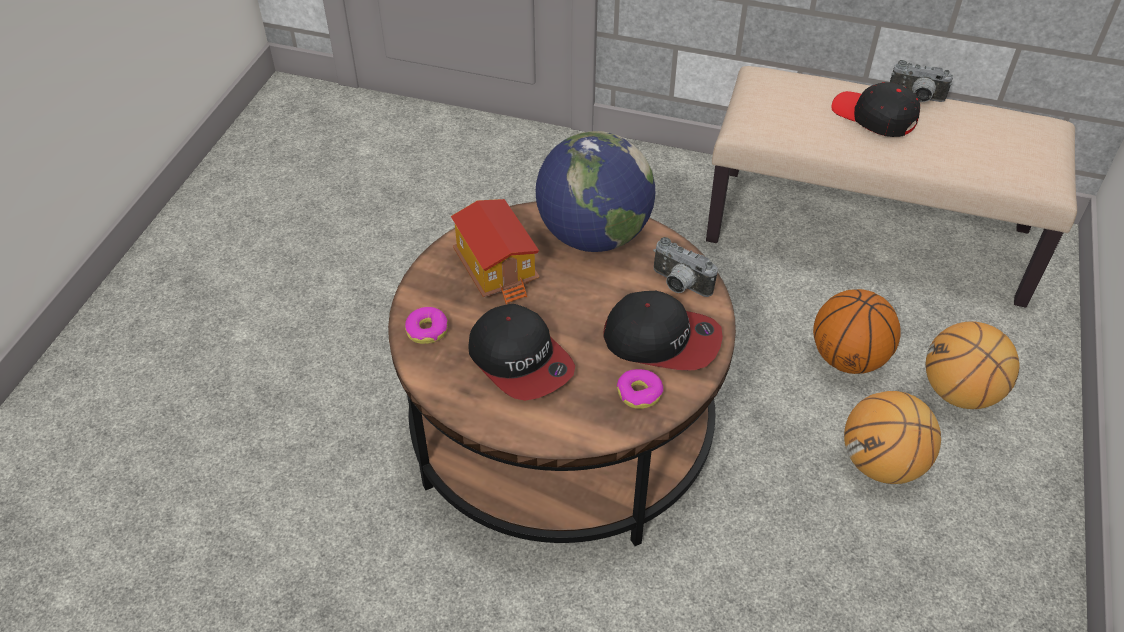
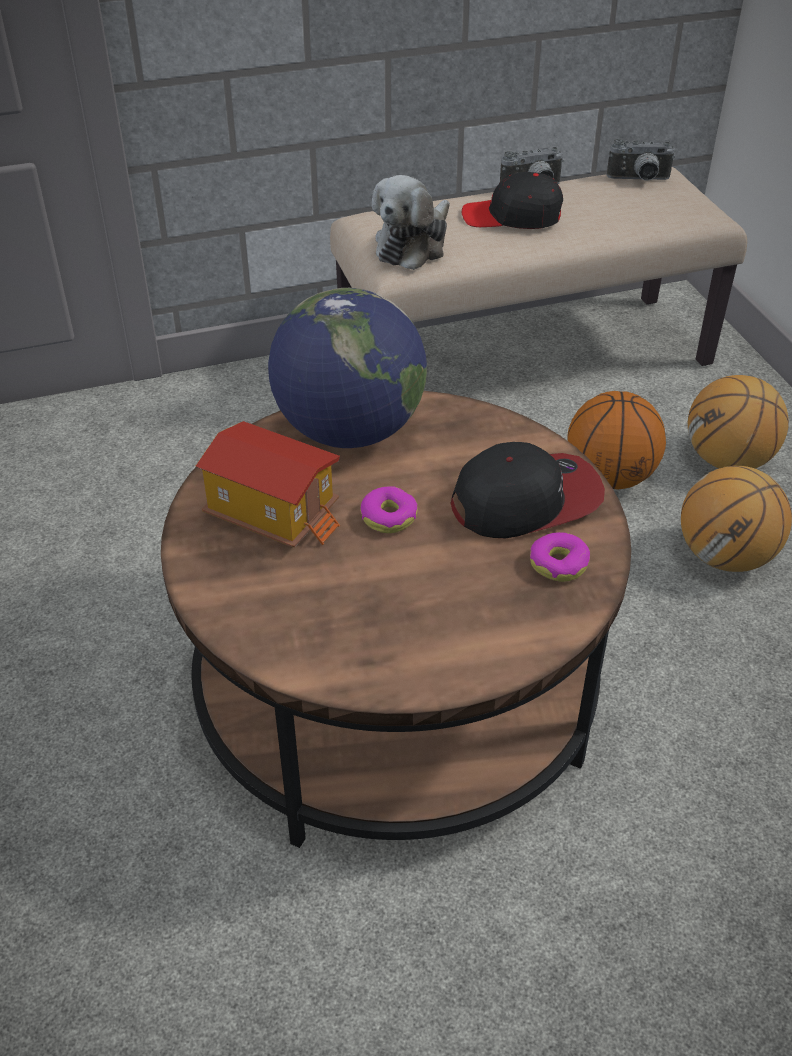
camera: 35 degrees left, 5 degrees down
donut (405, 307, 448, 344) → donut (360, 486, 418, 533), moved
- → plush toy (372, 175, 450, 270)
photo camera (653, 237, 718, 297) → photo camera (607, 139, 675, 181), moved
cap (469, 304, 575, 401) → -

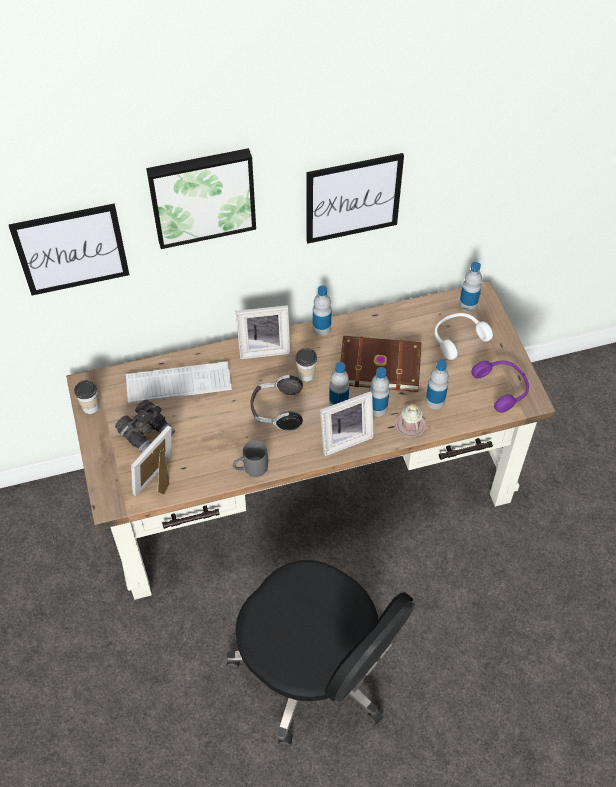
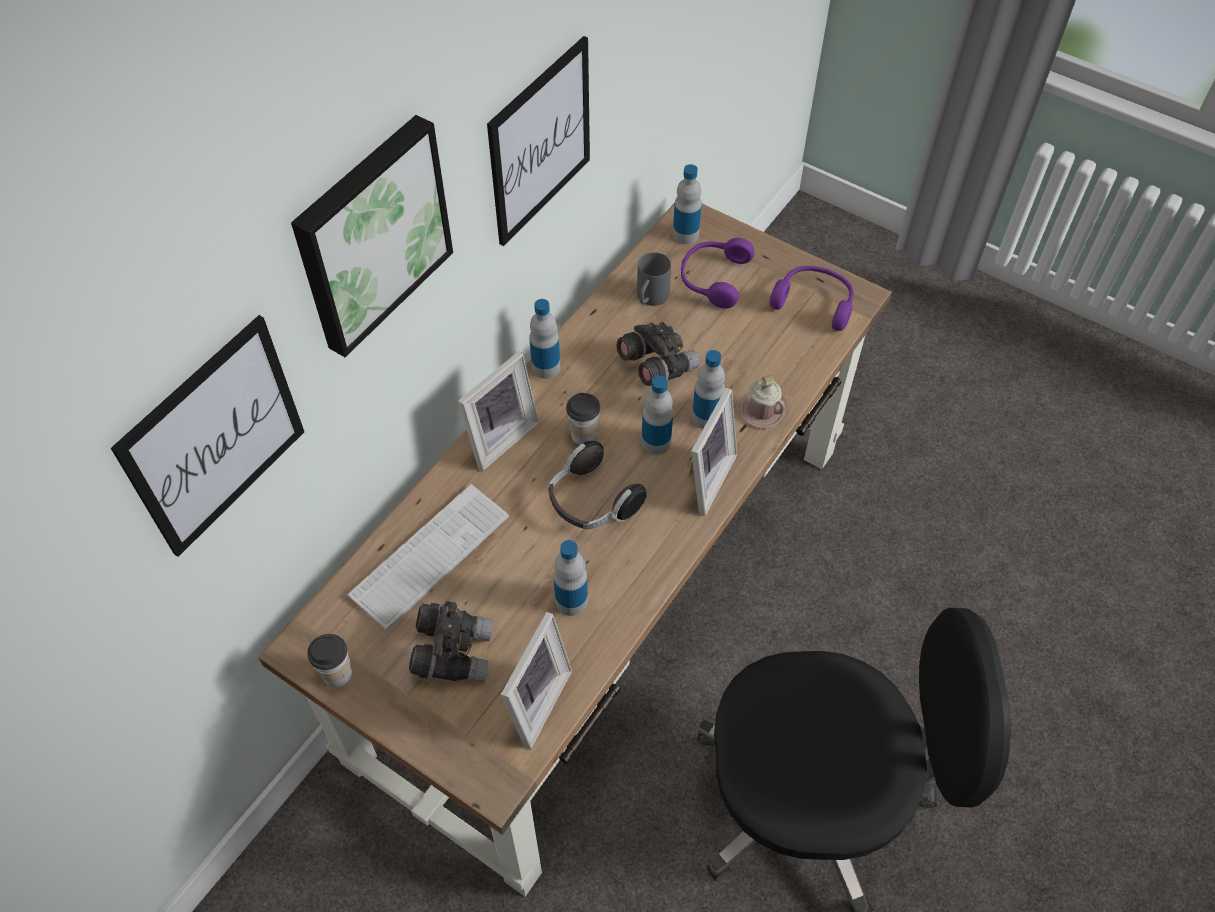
camera: 40 degrees left, 0 degrees up
picture frame (131, 425, 171, 497) → picture frame (501, 612, 572, 749), 150 degrees counterclockwise
bottle (426, 360, 449, 409) → bottle (554, 540, 588, 616), moved
brown book (340, 335, 422, 392) → grey binoculars (616, 322, 700, 386)
grey mug (233, 440, 268, 477) → grey mug (637, 252, 671, 306), moved
white headphones (435, 313, 493, 360) → purple headphones (681, 238, 754, 309)

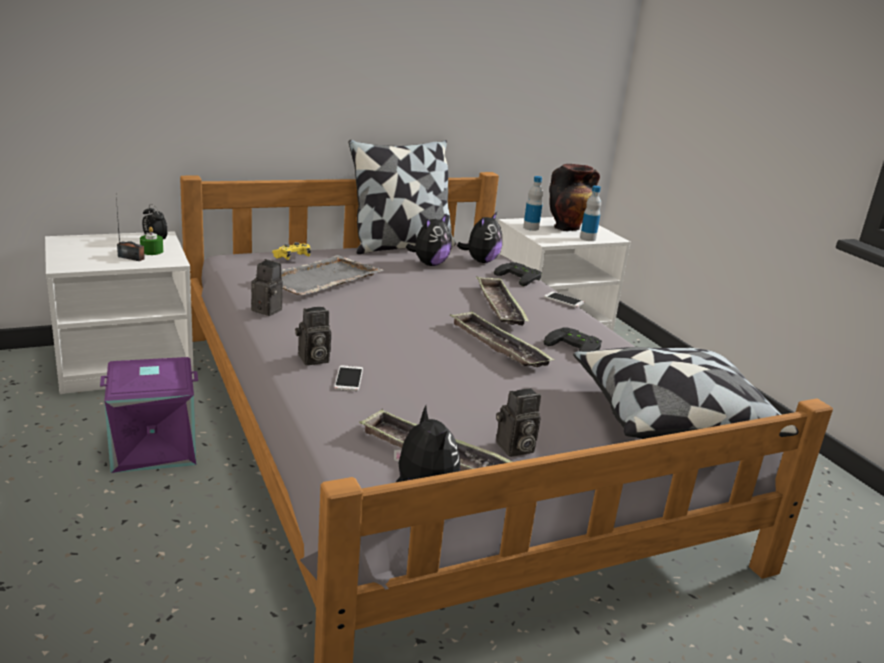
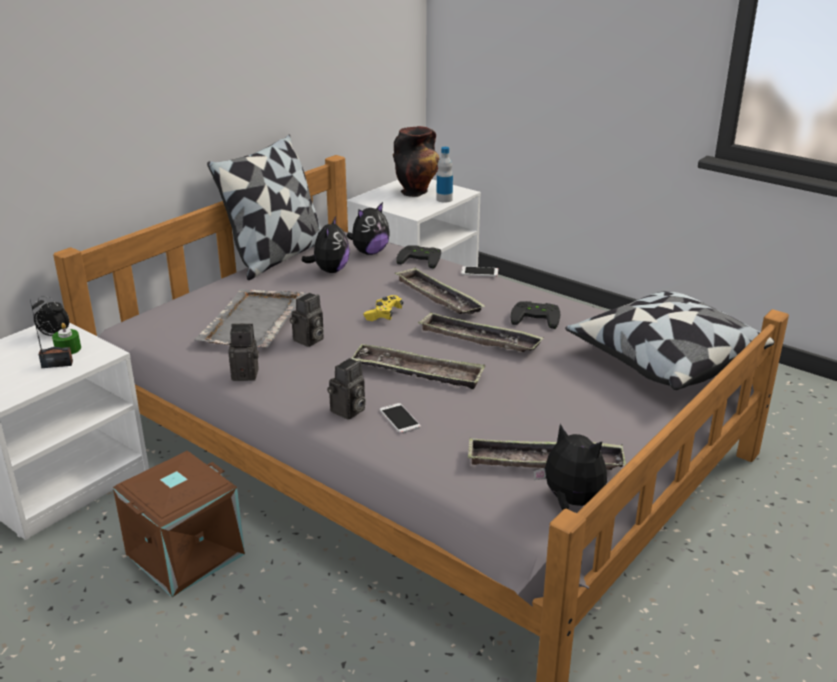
camera: 25 degrees left, 5 degrees up
purple storage box (100, 357, 198, 473) → brown storage box (113, 451, 245, 597)
photo camera (496, 388, 541, 457) → photo camera (290, 293, 324, 347), moved
plush toy (457, 212, 502, 263) → plush toy (346, 202, 390, 255), 45 degrees clockwise
- → tray (351, 343, 485, 389)
yellow game controller (272, 242, 311, 260) → yellow game controller (363, 295, 403, 321), moved
bottle (523, 176, 543, 231) → -

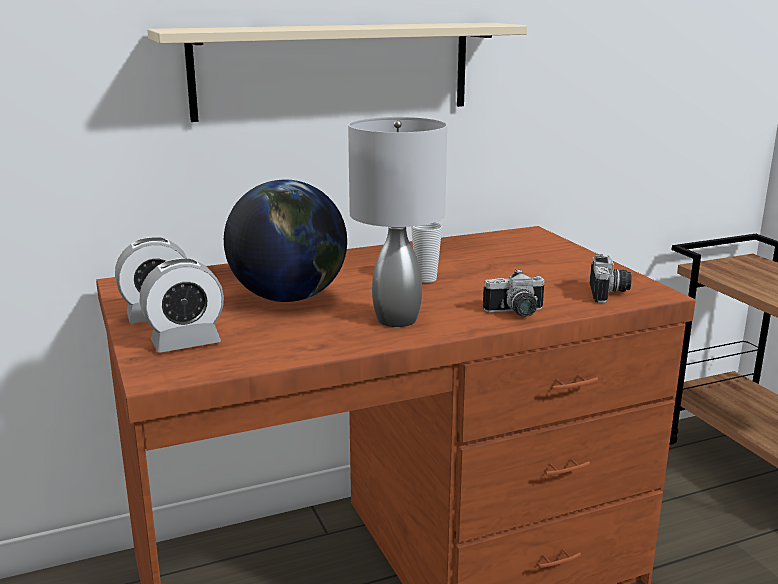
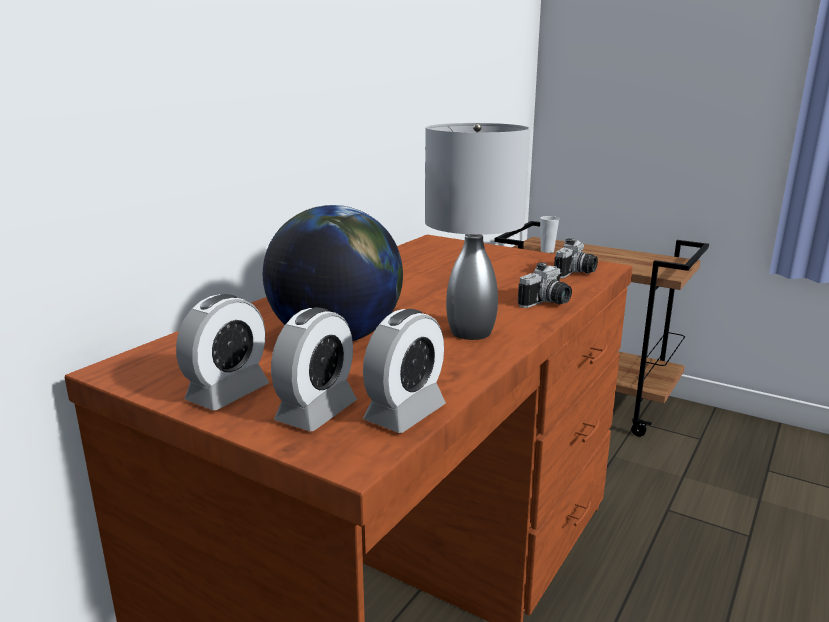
camera: 35 degrees left, 0 degrees up
- → alarm clock (363, 309, 446, 433)
cup (411, 222, 442, 283) → cup (540, 216, 559, 253), moved
photo camera (590, 254, 632, 303) → photo camera (554, 238, 598, 278), 60 degrees clockwise
beige shelf (147, 23, 527, 122) → -

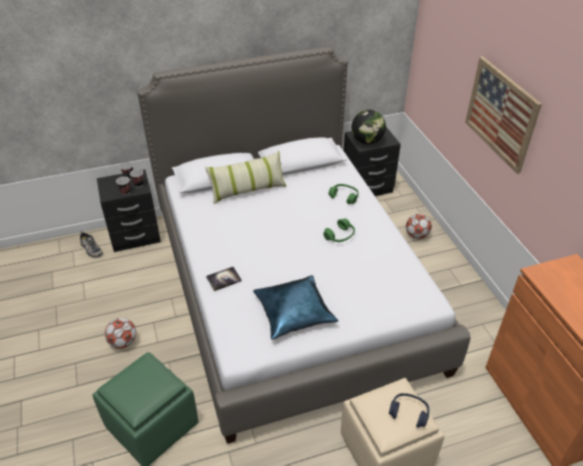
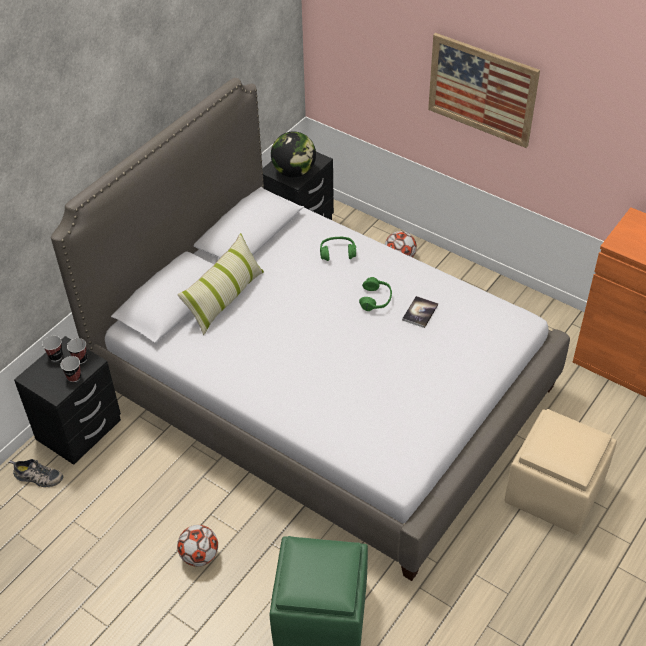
camera: 35 degrees left, 5 degrees up
book (206, 267, 242, 291) → book (402, 296, 438, 328), moved
blue pillow (253, 275, 338, 340) → -
blue headphones (389, 393, 429, 427) → -

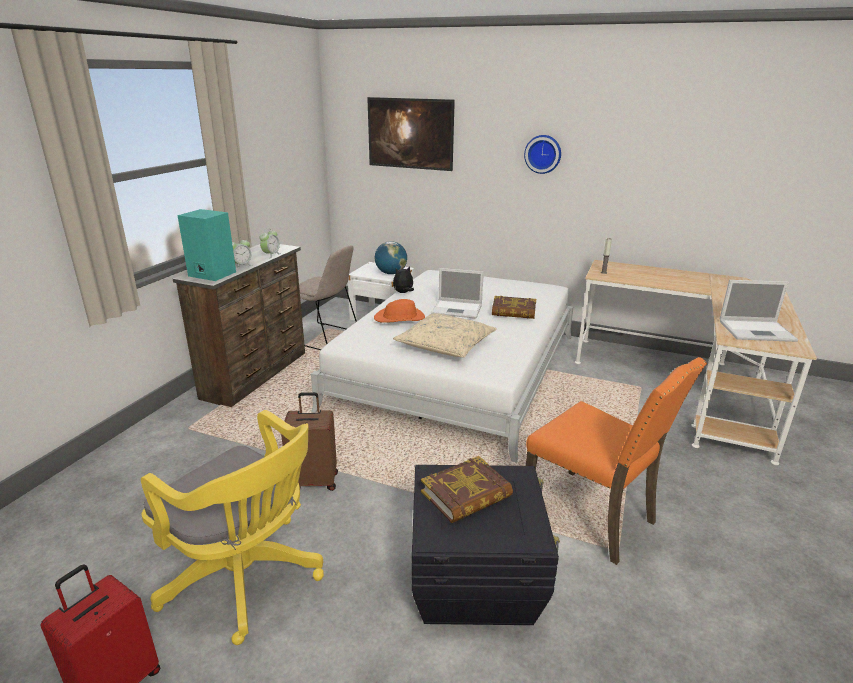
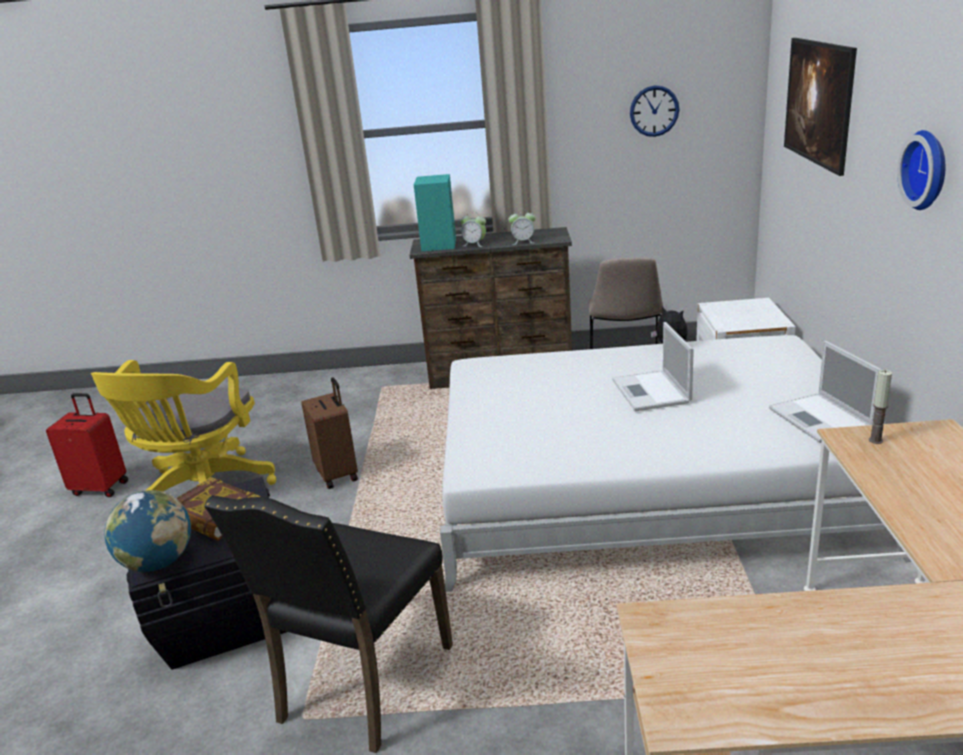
camera: 70 degrees right, 0 degrees up
globe (375, 241, 407, 274) → globe (104, 490, 191, 572), moved
orange chair (526, 357, 707, 565) → black chair (204, 495, 453, 753)
- → wall clock (630, 85, 679, 137)
laptop (720, 280, 798, 342) → laptop (769, 341, 882, 443), moved
orange hat (374, 299, 425, 323) → -
beige pillow (393, 313, 497, 358) → -
book (492, 296, 536, 319) → -

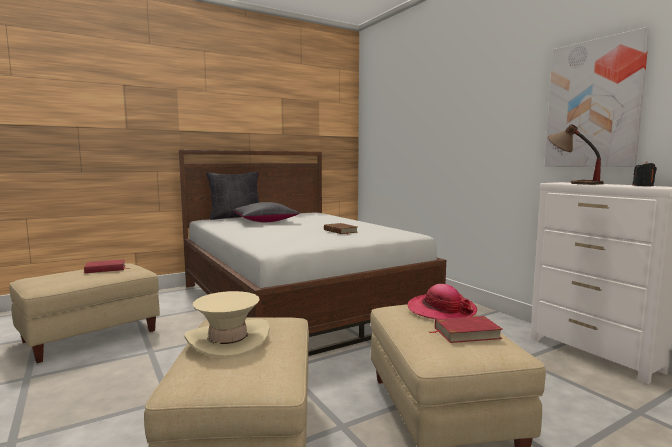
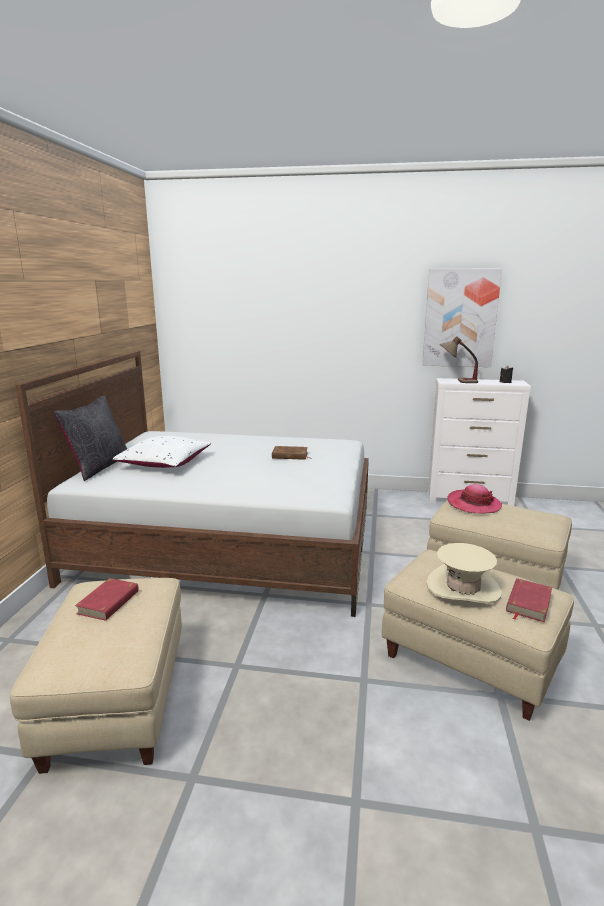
camera: 50 degrees left, 10 degrees up
black pillow (233, 202, 300, 222) → white pillow (113, 436, 211, 468)
red book (430, 316, 503, 343) → red book (506, 578, 552, 623), moved

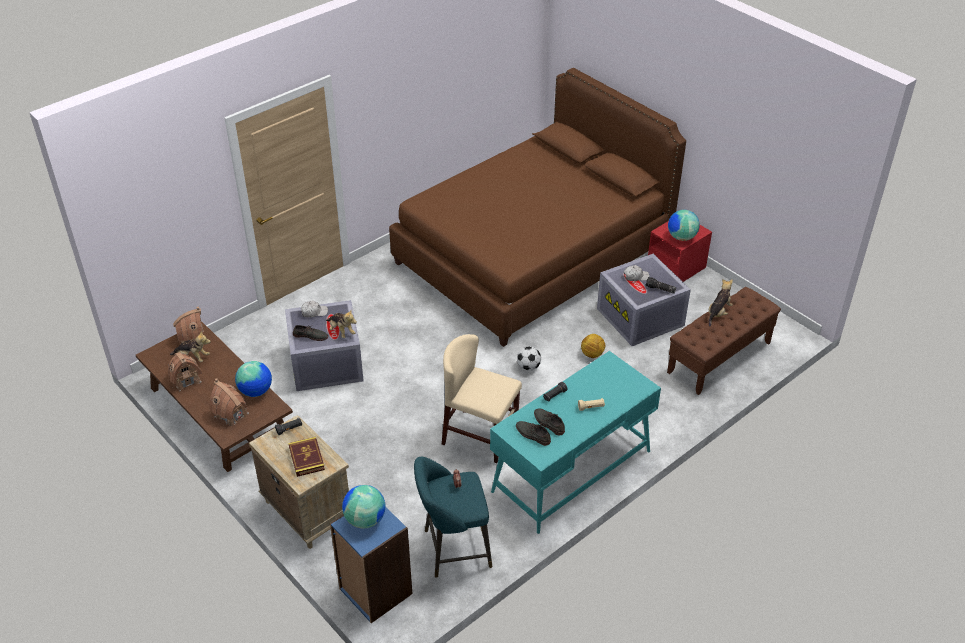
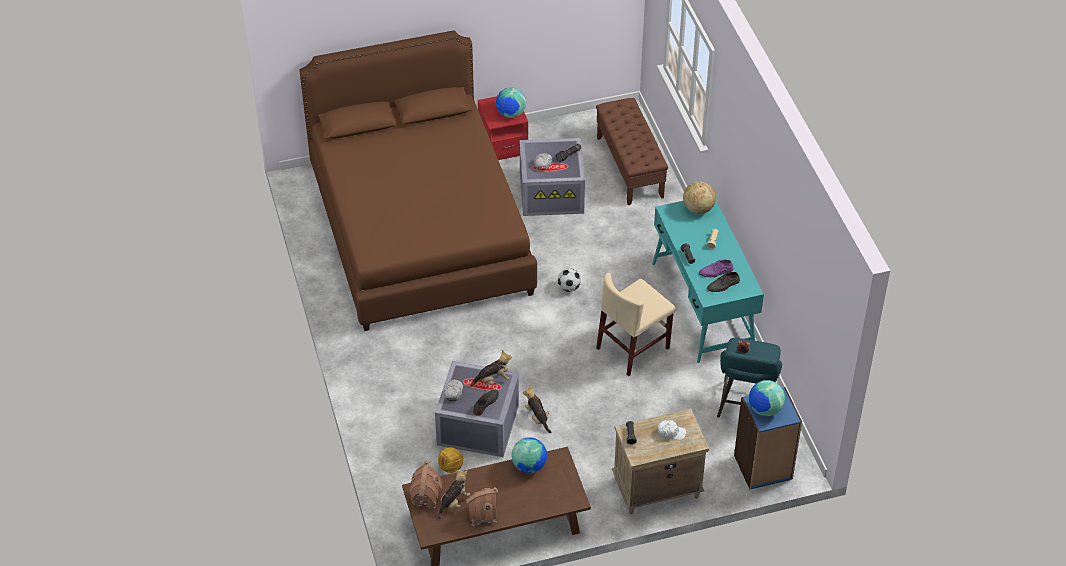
camera: 65 degrees left, 5 degrees up
football (581, 334, 605, 358) → football (438, 447, 463, 473), moved
plush toy (709, 279, 733, 326) → plush toy (523, 385, 552, 433), moved
book (288, 437, 325, 477) → white cap (658, 420, 686, 440)
- → globe (683, 181, 716, 214)
grey shoe (534, 408, 565, 435) → purple shoe (699, 259, 734, 277)
toy house (210, 378, 249, 426) → -

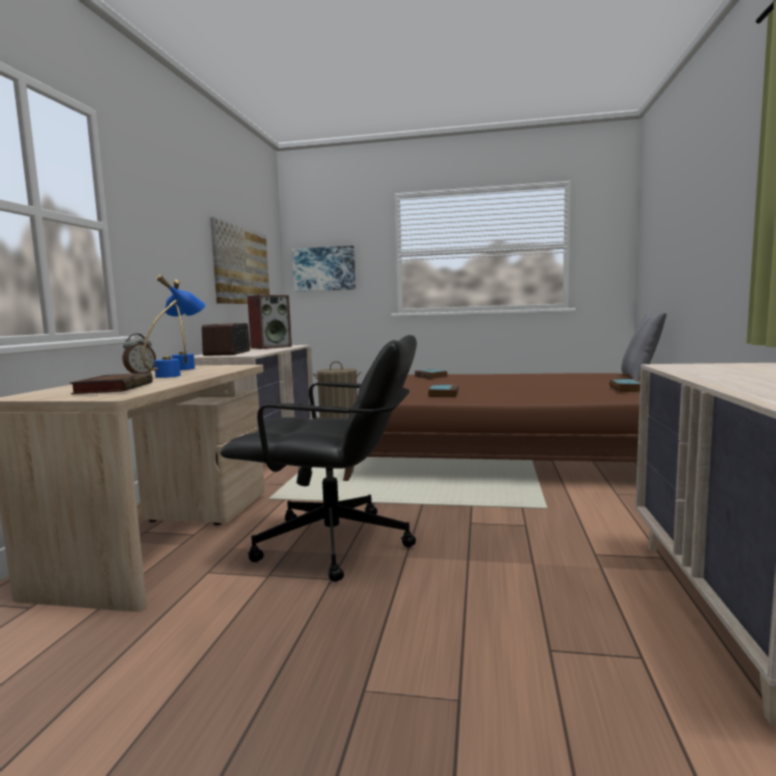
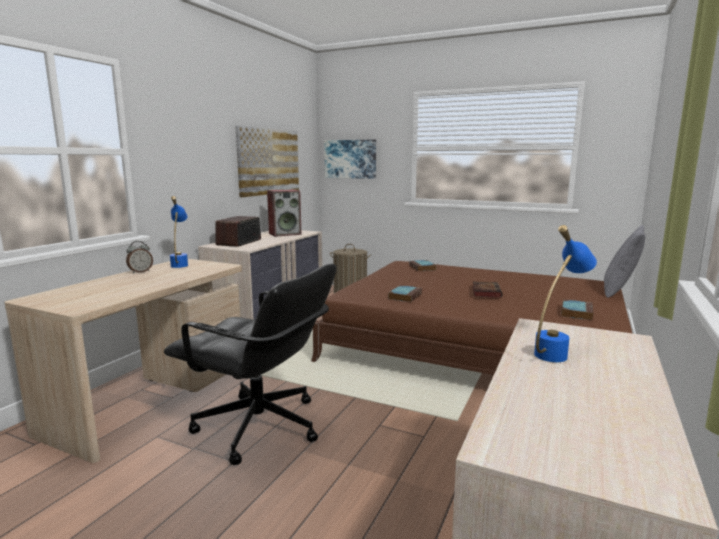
camera: 15 degrees right, 5 degrees up
book (70, 373, 153, 394) → book (473, 282, 502, 298), moved
blue table lamp (143, 275, 206, 378) → blue table lamp (534, 225, 597, 362), moved

